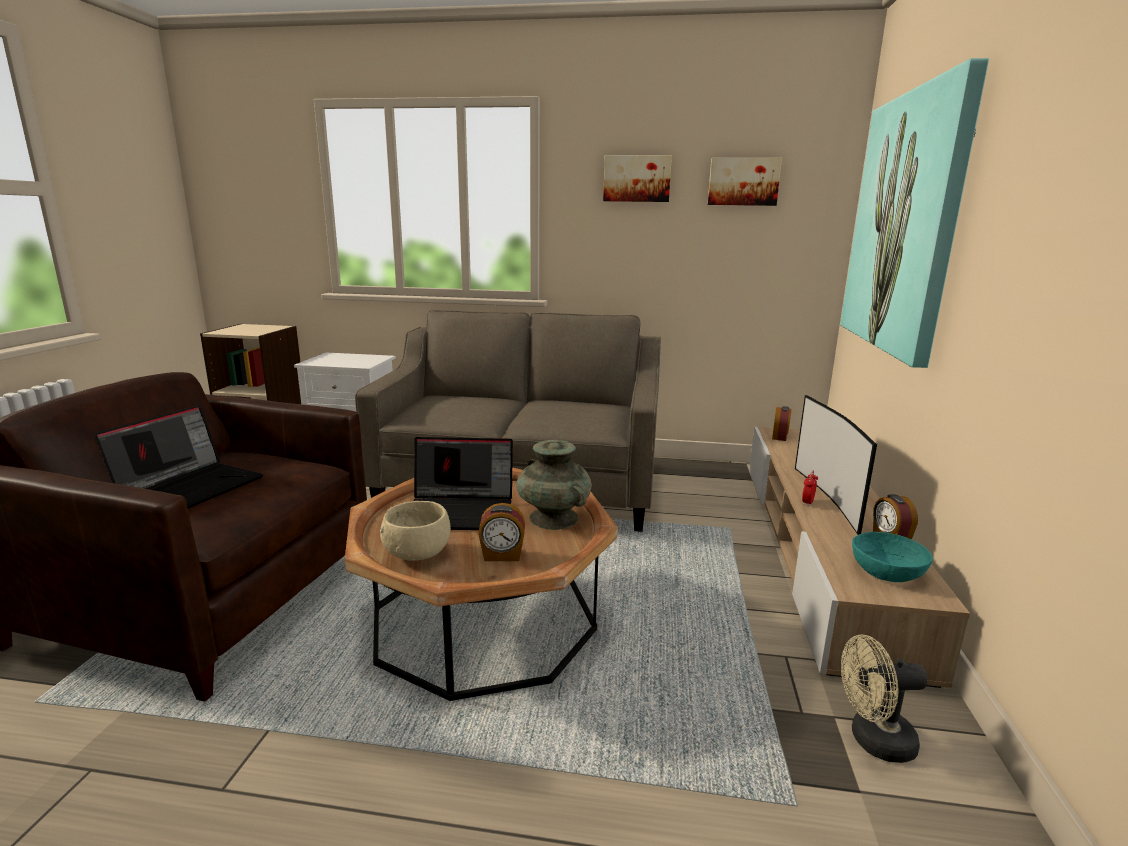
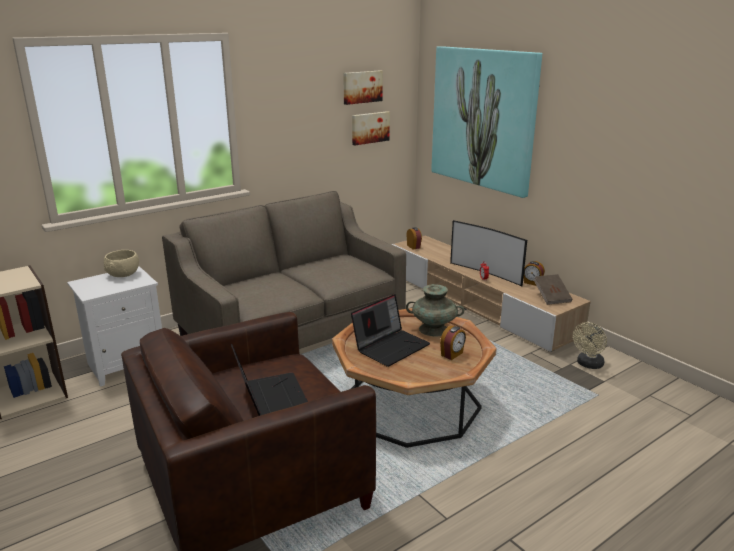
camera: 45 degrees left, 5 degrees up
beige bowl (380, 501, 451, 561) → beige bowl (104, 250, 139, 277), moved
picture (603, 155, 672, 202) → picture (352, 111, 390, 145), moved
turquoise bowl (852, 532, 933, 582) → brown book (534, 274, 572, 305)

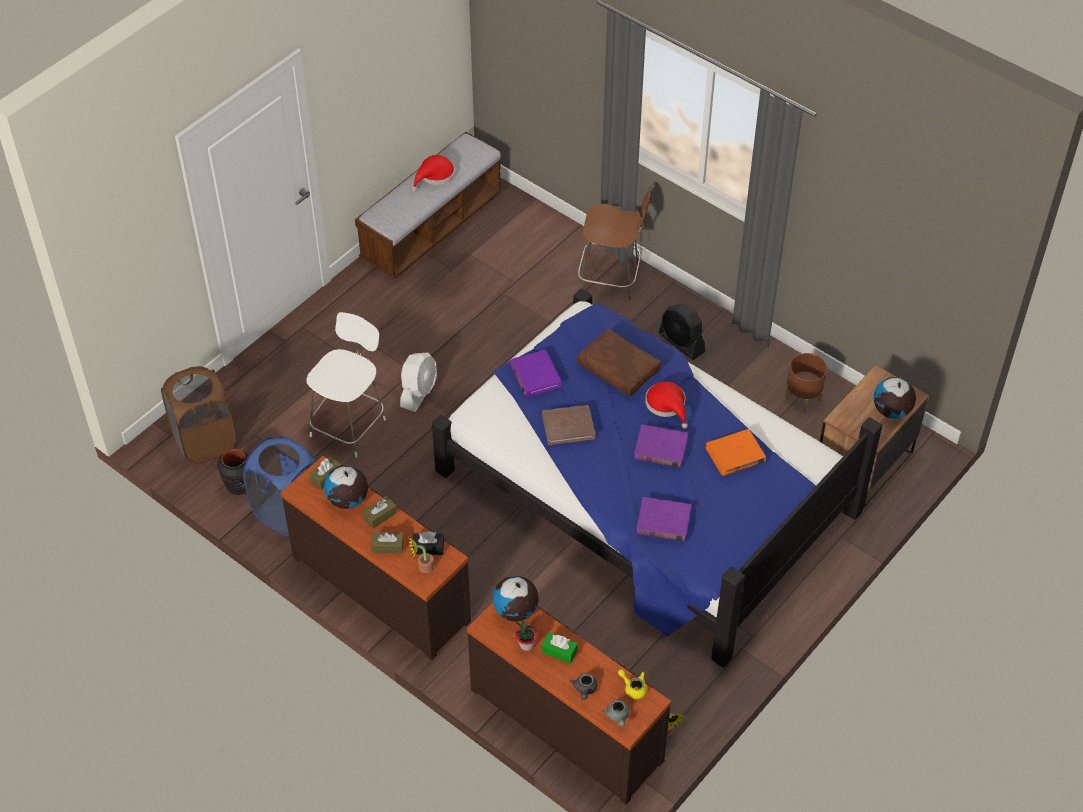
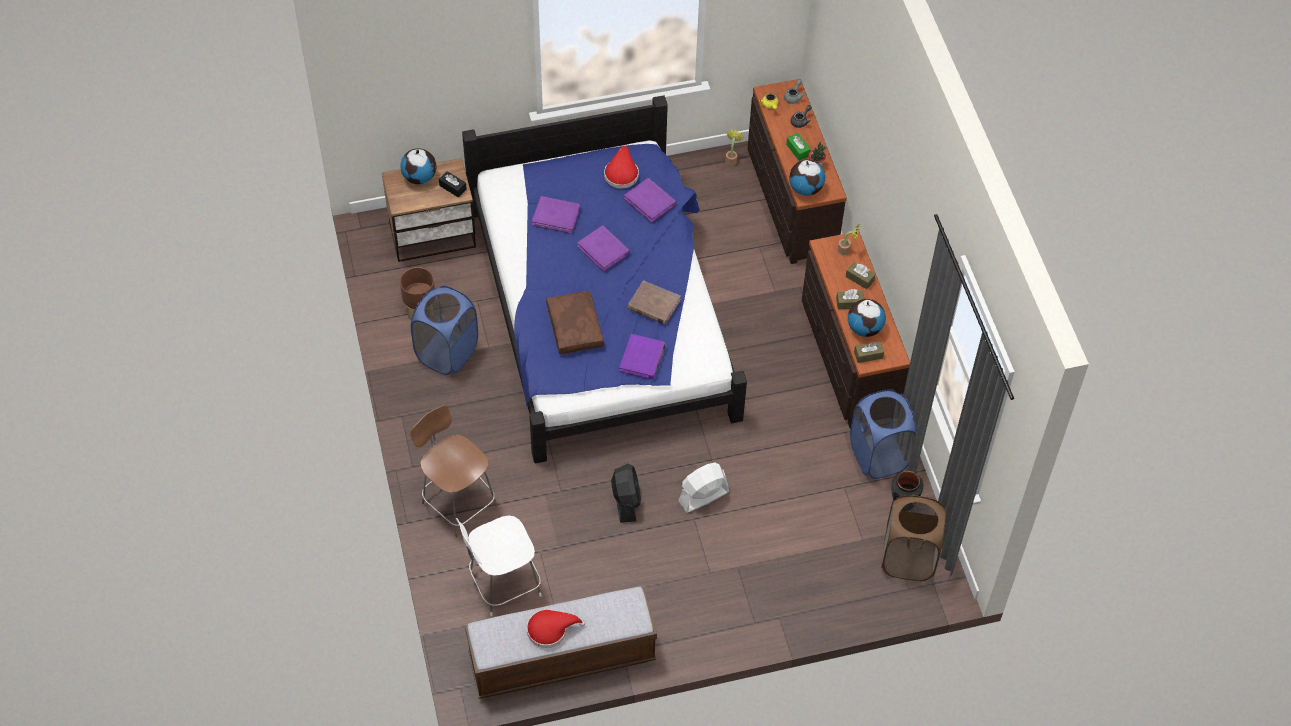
camera: 145 degrees left, 5 degrees up
- → blue laundry basket (411, 286, 478, 375)
black tissue box (412, 531, 444, 555) → black tissue box (439, 171, 467, 197), moved
white chair (307, 312, 386, 457) → white chair (456, 516, 542, 616), moved
orange book (705, 429, 766, 476) → purple book (532, 196, 580, 234)
red hat (645, 381, 688, 429) → red hat (604, 146, 639, 189), moved
black fan (659, 304, 705, 360) → black fan (611, 464, 641, 523), moved

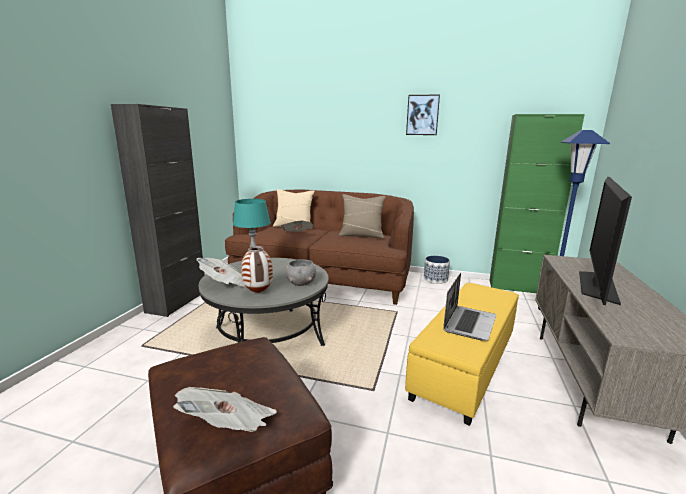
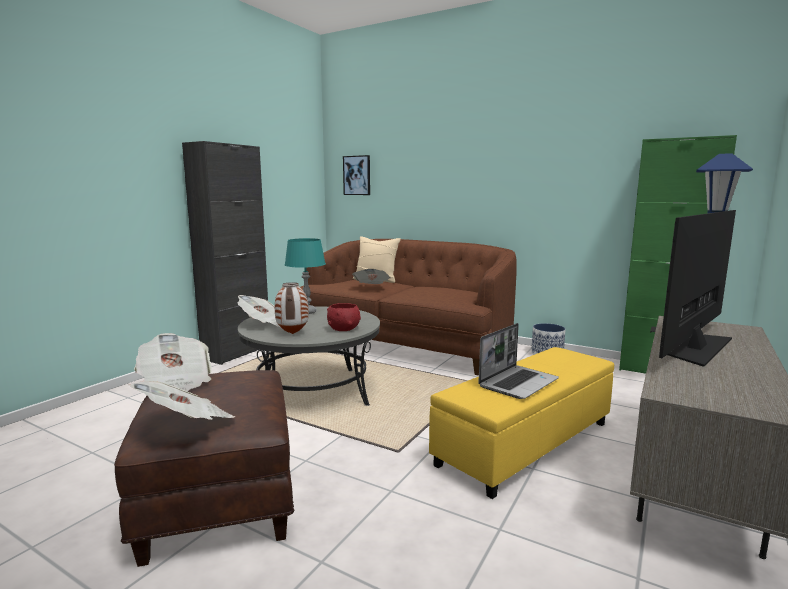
camera: 15 degrees right, 5 degrees down
- → newspaper (134, 333, 212, 391)
grey bowl (286, 259, 316, 286) → red bowl (327, 303, 361, 331)
picture (406, 94, 440, 135) → picture (343, 155, 370, 195), moved
beige pillow (339, 194, 386, 238) → -

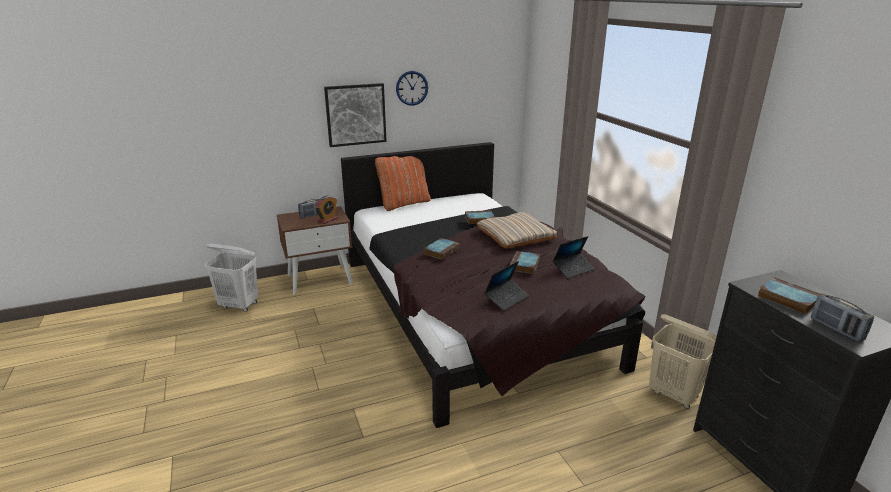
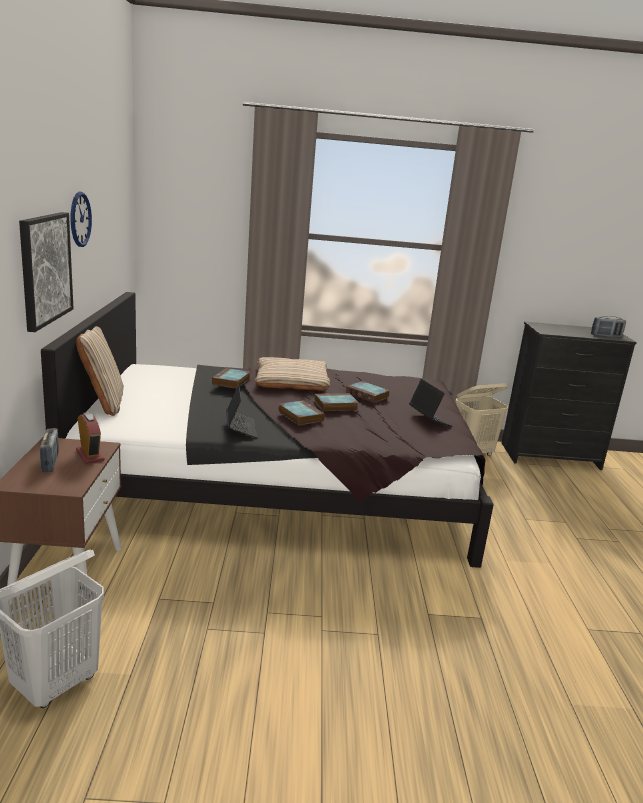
camera: 70 degrees left, 5 degrees down
orange pillow (375, 156, 431, 211) → beige pillow (76, 326, 124, 416)
laptop (553, 236, 595, 278) → laptop (226, 384, 258, 438), moved
book (757, 277, 820, 315) → book (314, 393, 359, 411), moved

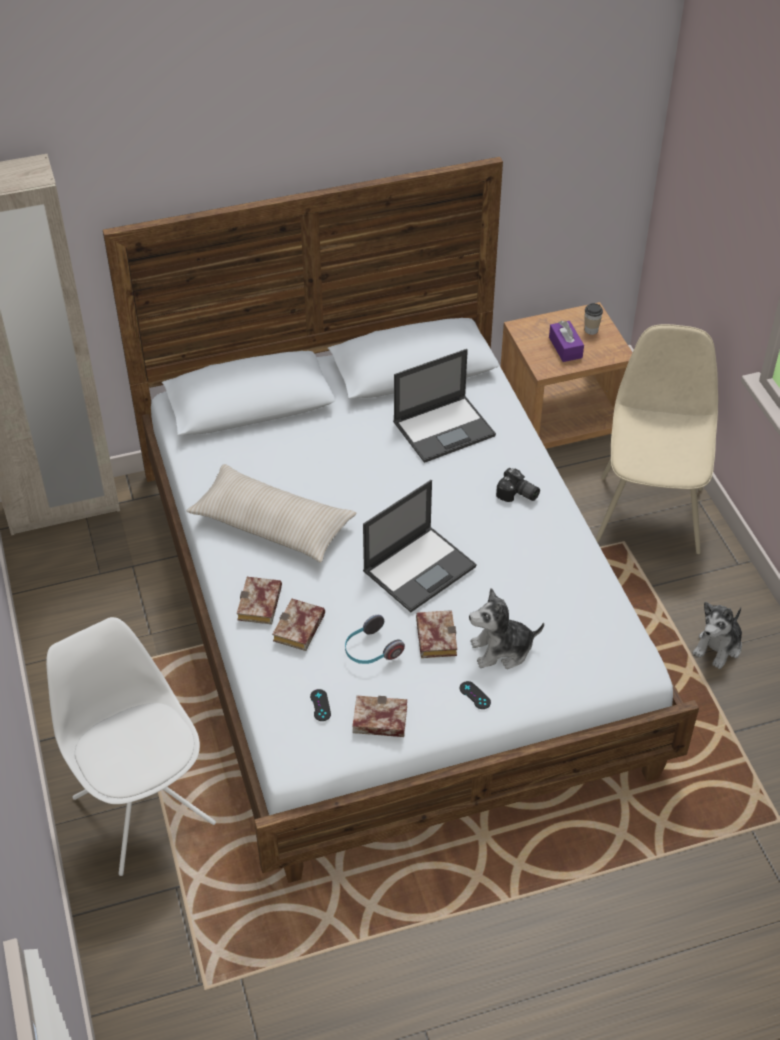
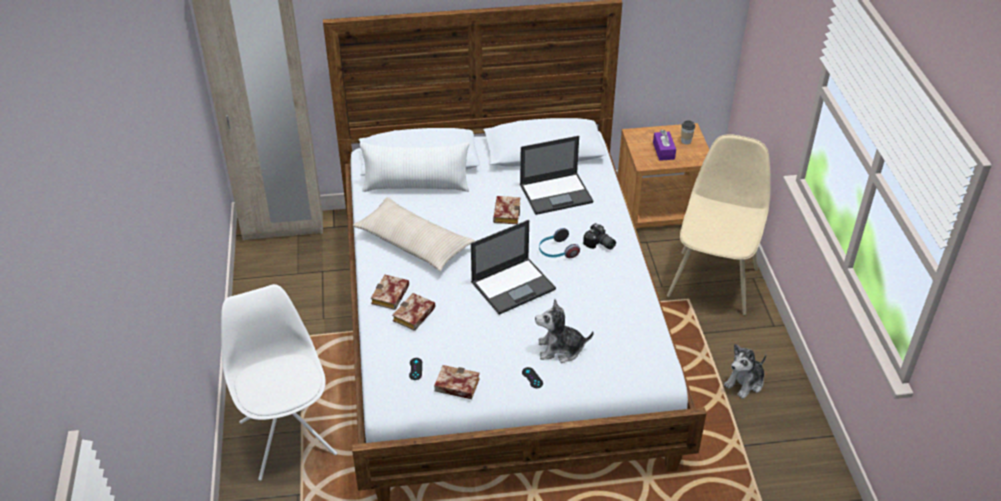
camera: 10 degrees right, 5 degrees down
- → white pillow (360, 142, 469, 192)
book (416, 610, 457, 658) → book (493, 196, 520, 224), moved
headphones (345, 615, 405, 664) → headphones (539, 228, 580, 258), moved

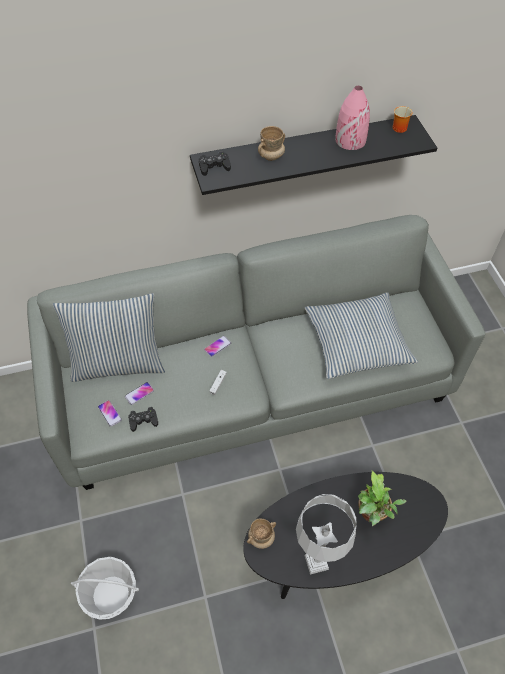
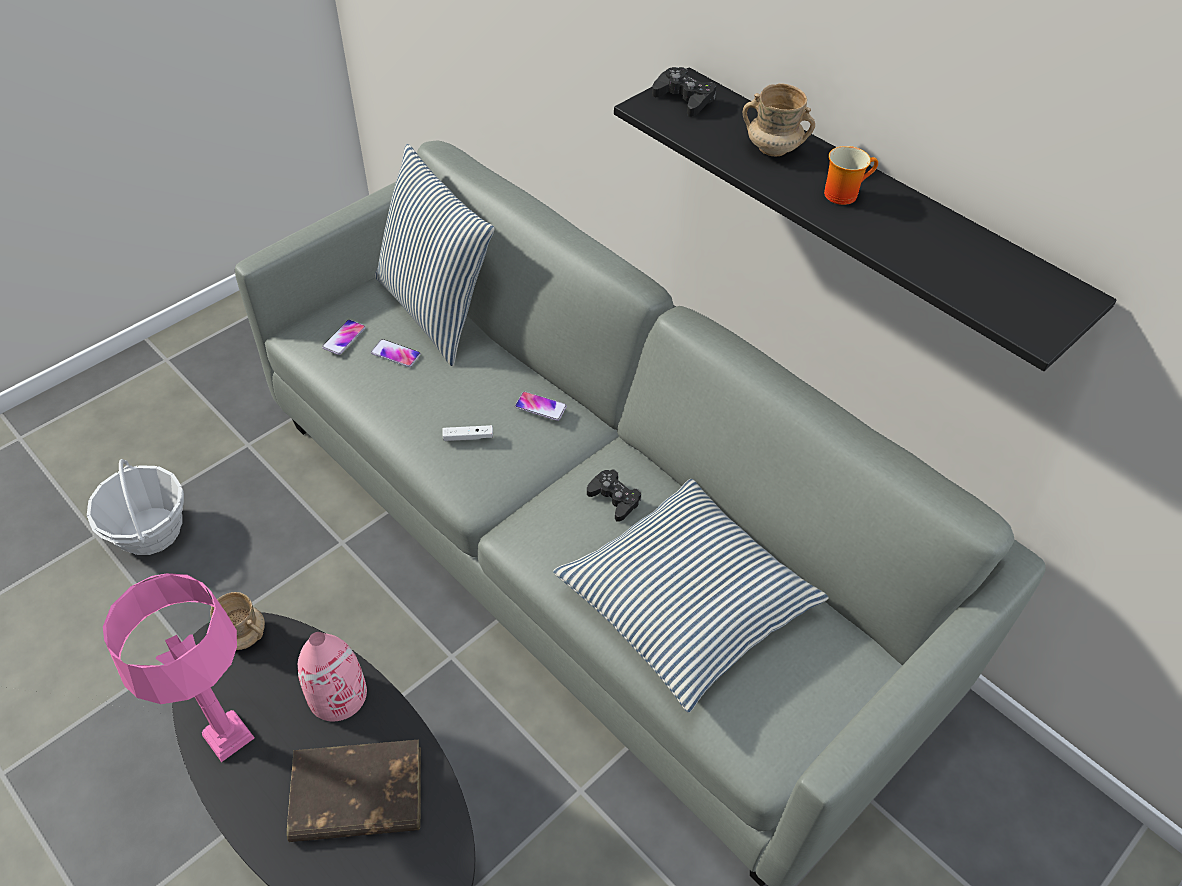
camera: 60 degrees right, 5 degrees down
grey table lamp (296, 494, 357, 575) → pink table lamp (103, 573, 255, 762)
potted plant (358, 471, 407, 526) → brown book (287, 740, 421, 842)
pink vase (335, 86, 370, 150) → pink vase (298, 632, 367, 721), moved
black game controller (128, 407, 158, 432) → black game controller (587, 470, 641, 522), moved
mug (393, 106, 413, 133) → mug (824, 146, 878, 205), moved

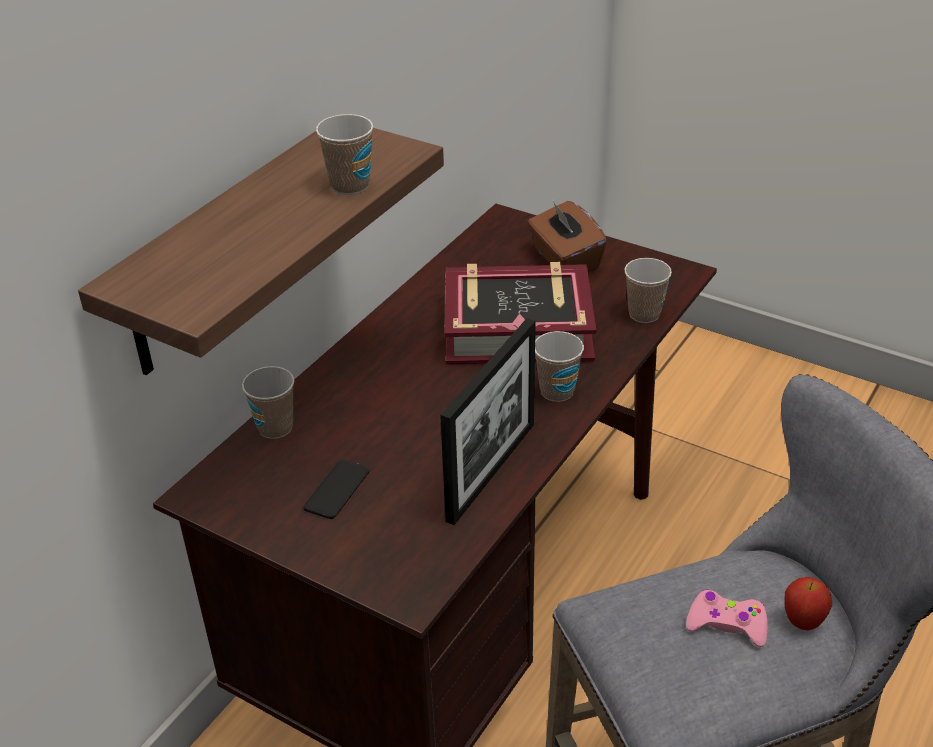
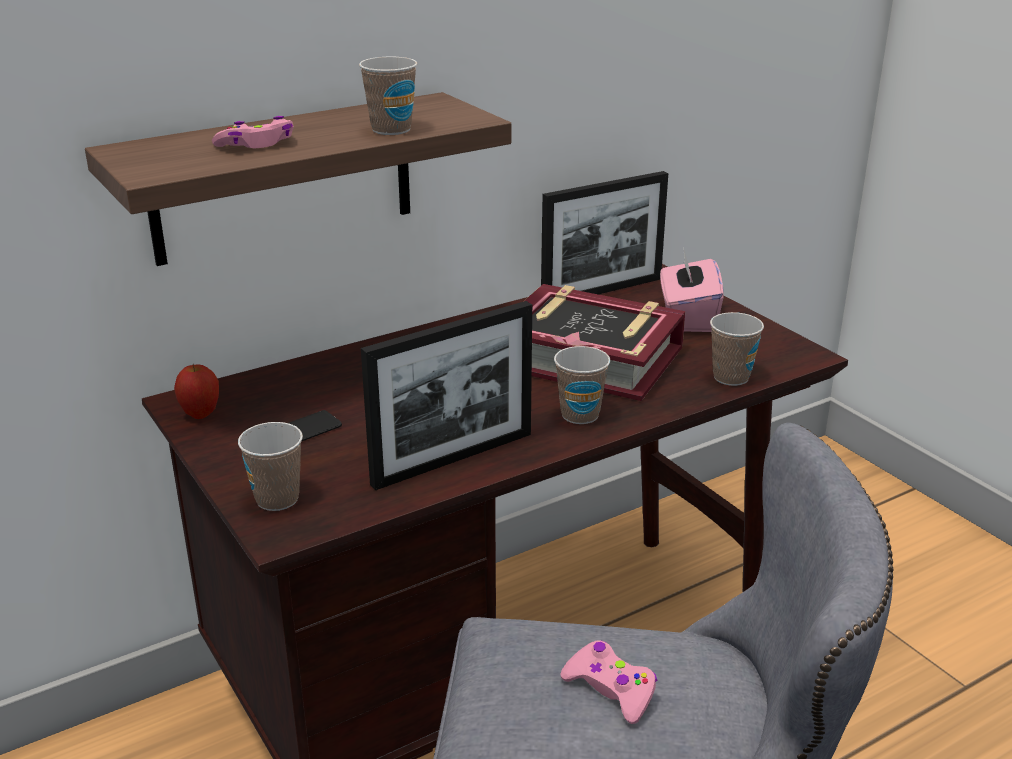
camera: 25 degrees right, 10 degrees down
apple (784, 577, 832, 630) → apple (174, 364, 219, 419), moved
- → pink game controller (212, 116, 294, 149)
cup (242, 366, 294, 439) → cup (238, 422, 303, 511), moved
- → picture frame (541, 171, 668, 294)
brown tissue box (528, 201, 607, 273) → pink tissue box (660, 247, 724, 332)

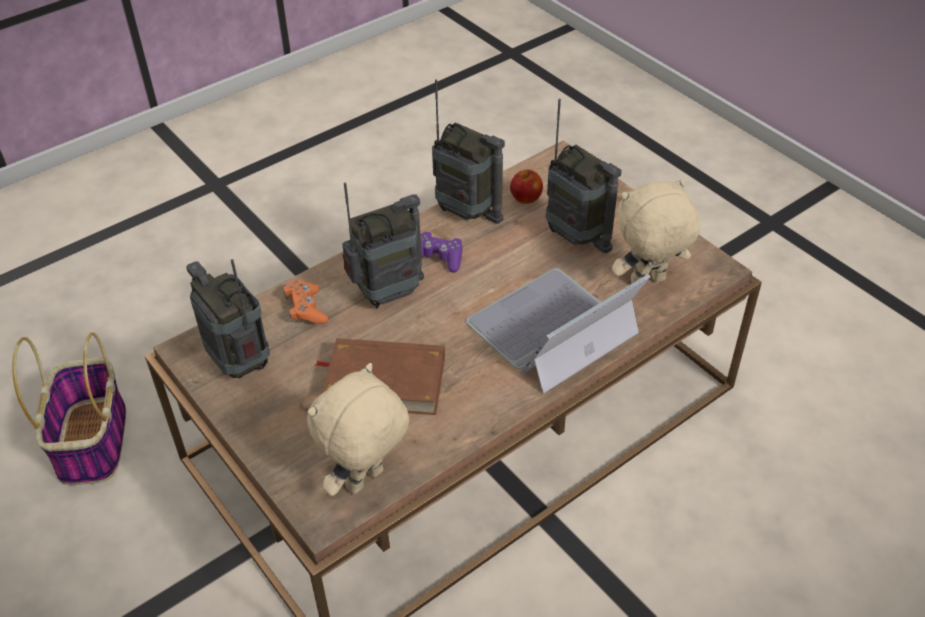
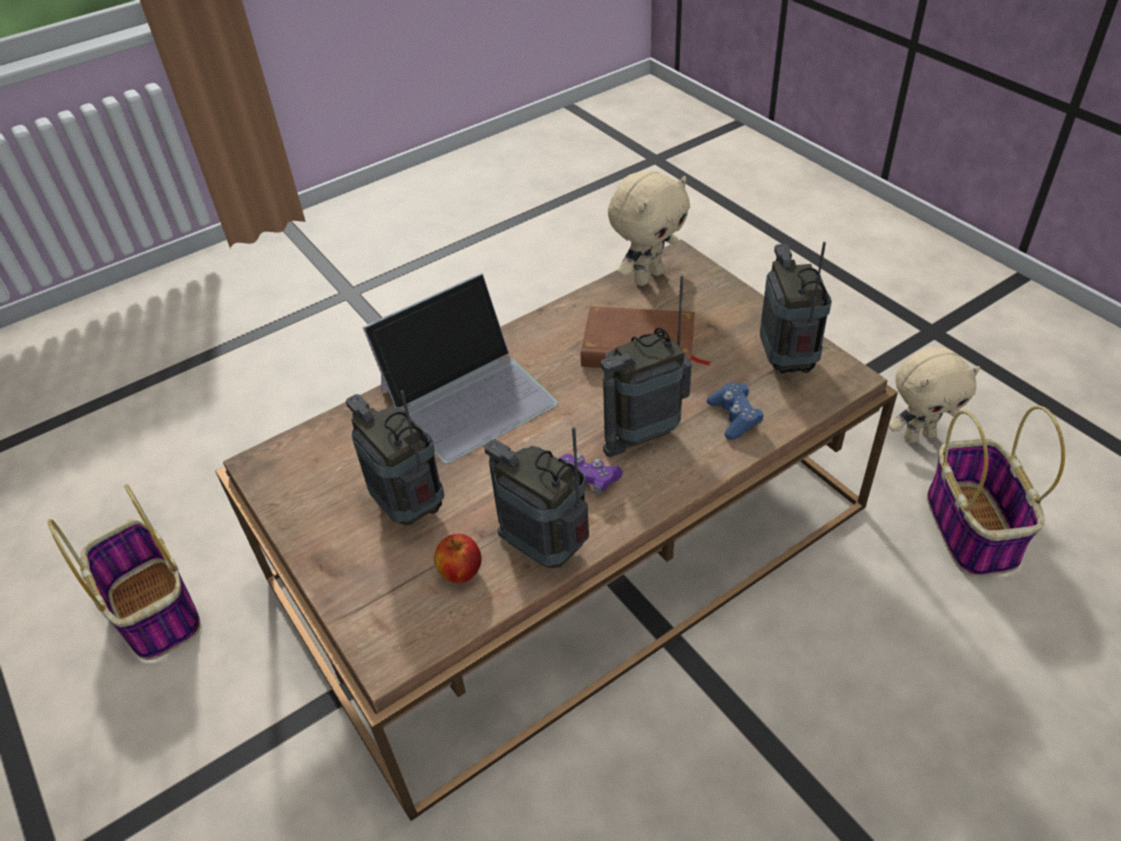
camera: 175 degrees left, 0 degrees up
- → basket (48, 484, 201, 660)
orange game controller (283, 280, 328, 324) → blue game controller (707, 382, 764, 440)
radio (186, 259, 270, 378) → radio (760, 242, 832, 373), 150 degrees counterclockwise
beige plush toy (612, 179, 700, 283) → beige plush toy (889, 347, 980, 443), moved

